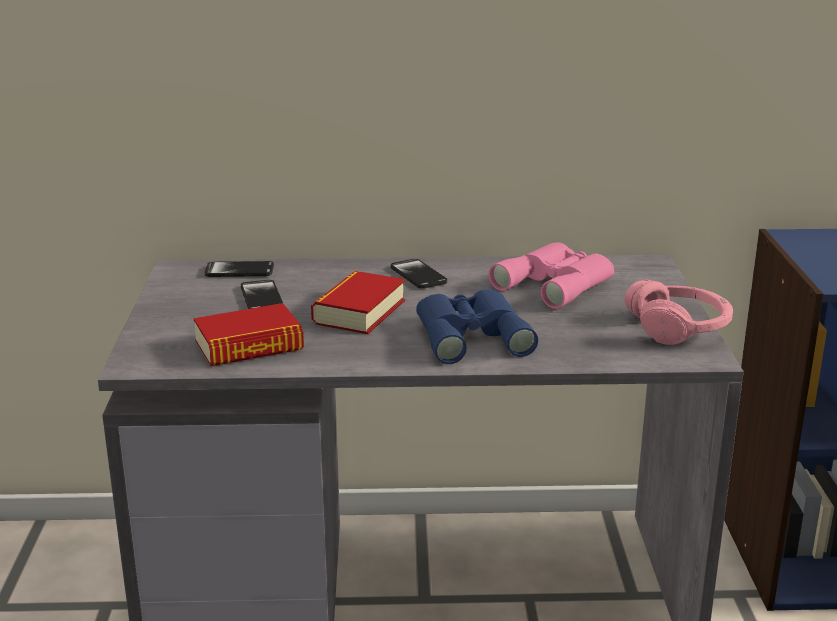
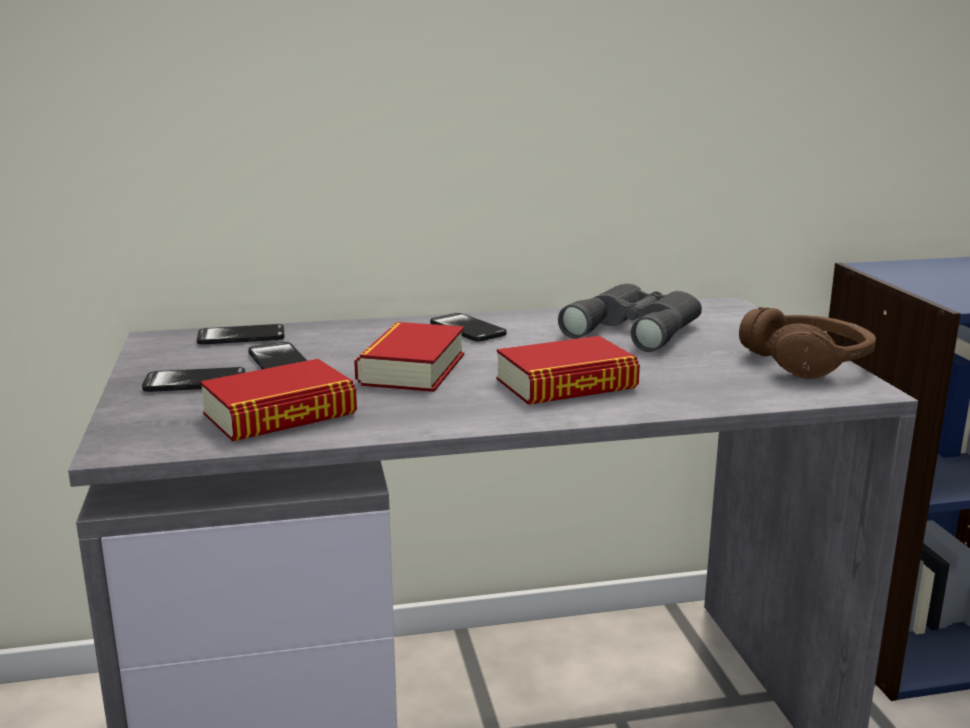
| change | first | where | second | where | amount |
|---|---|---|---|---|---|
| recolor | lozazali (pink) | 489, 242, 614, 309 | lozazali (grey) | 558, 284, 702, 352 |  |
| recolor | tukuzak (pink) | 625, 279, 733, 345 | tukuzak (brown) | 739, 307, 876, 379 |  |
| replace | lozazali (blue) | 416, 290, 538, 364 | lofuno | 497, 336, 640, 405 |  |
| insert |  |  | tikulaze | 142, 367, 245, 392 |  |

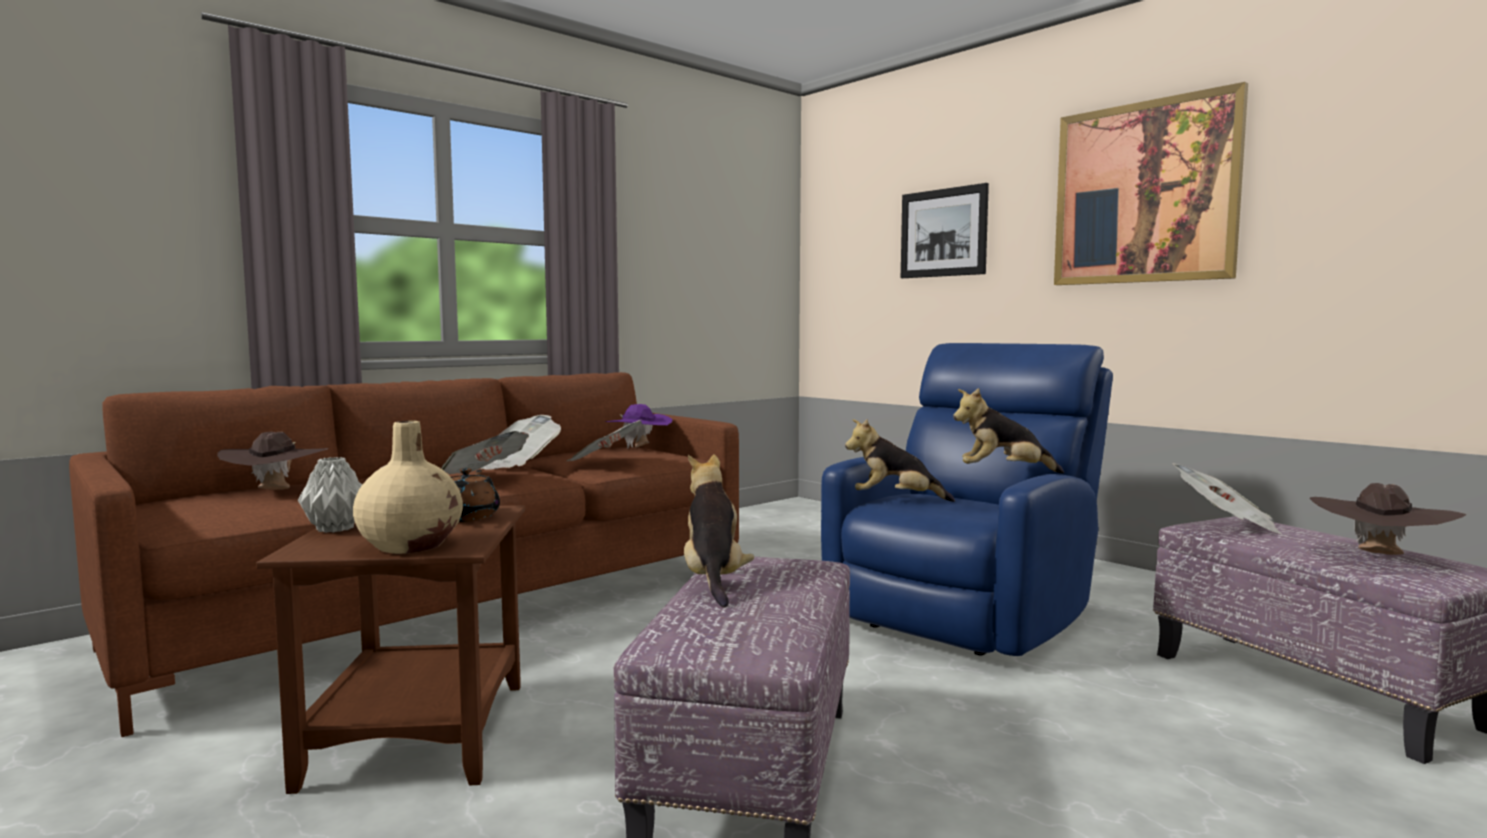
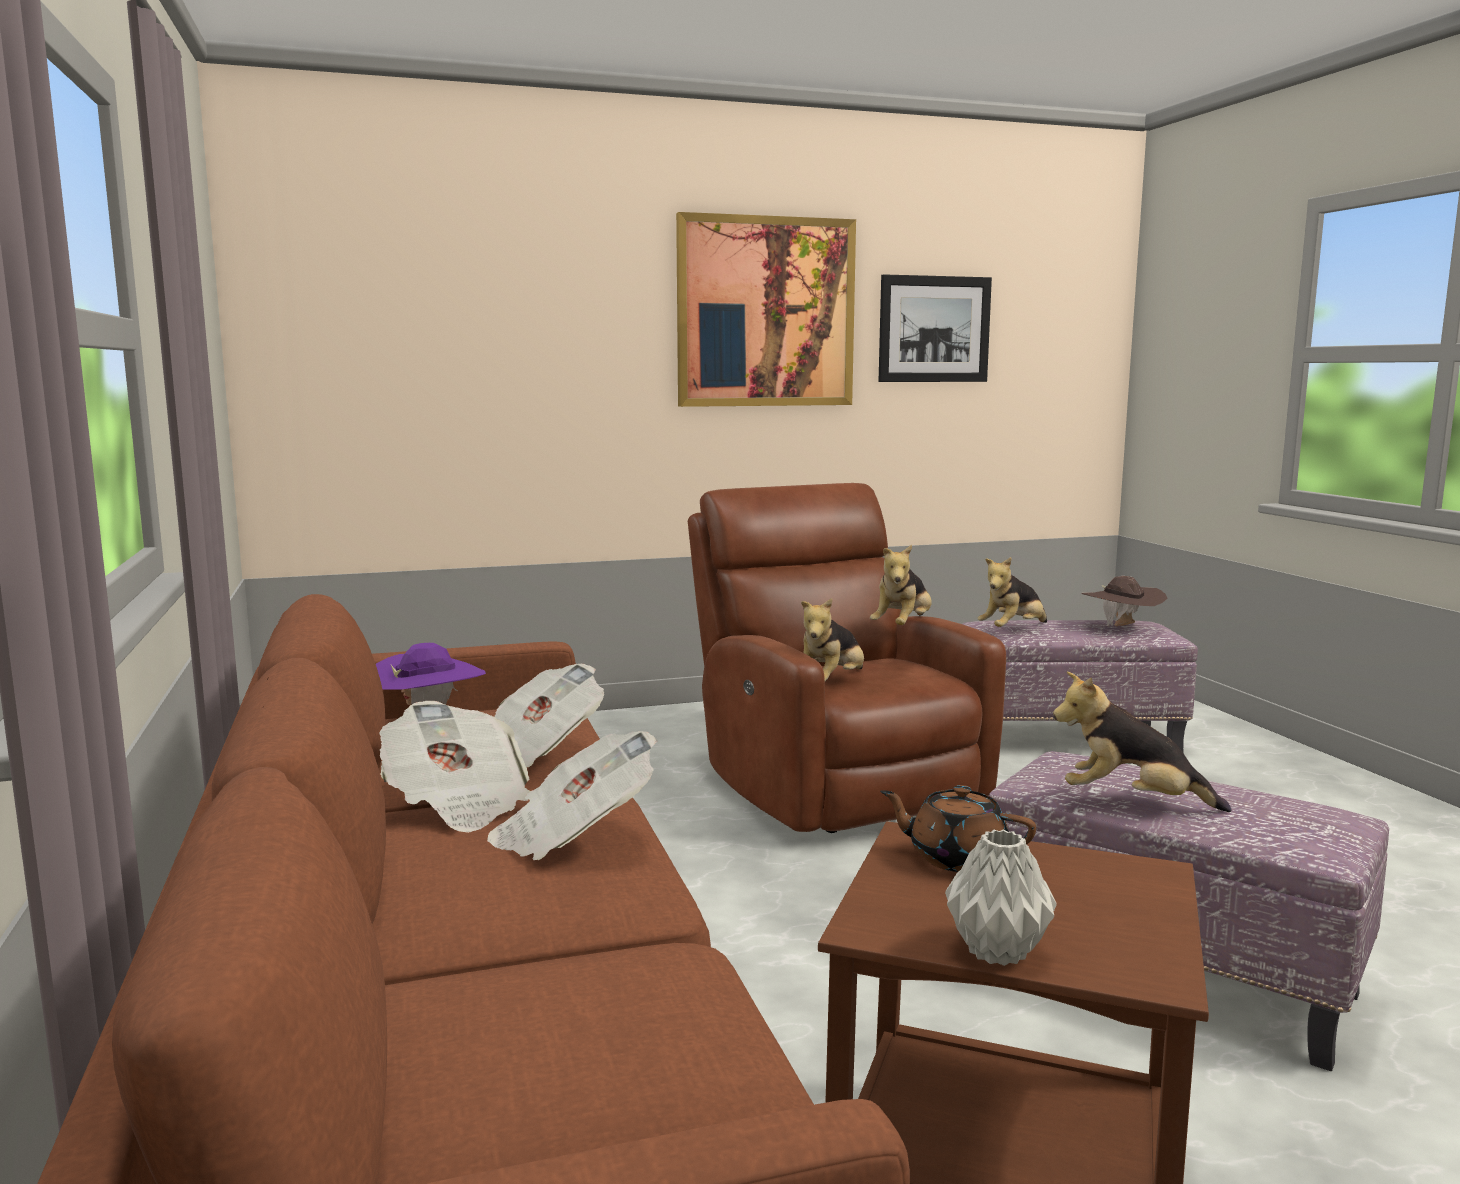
| change | first | where | second | where | amount |
|---|---|---|---|---|---|
| move | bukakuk | 901, 183, 989, 278 |  | 878, 274, 992, 382 |  |
| recolor | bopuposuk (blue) | 821, 343, 1113, 656 | bopuposuk (brown) | 688, 483, 1006, 833 |  |
| delete | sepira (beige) | 353, 420, 463, 554 |  |  |  |
| delete | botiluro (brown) | 217, 432, 329, 490 |  |  |  |
| replace | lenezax | 1172, 463, 1281, 534 | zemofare | 977, 557, 1047, 627 |  |

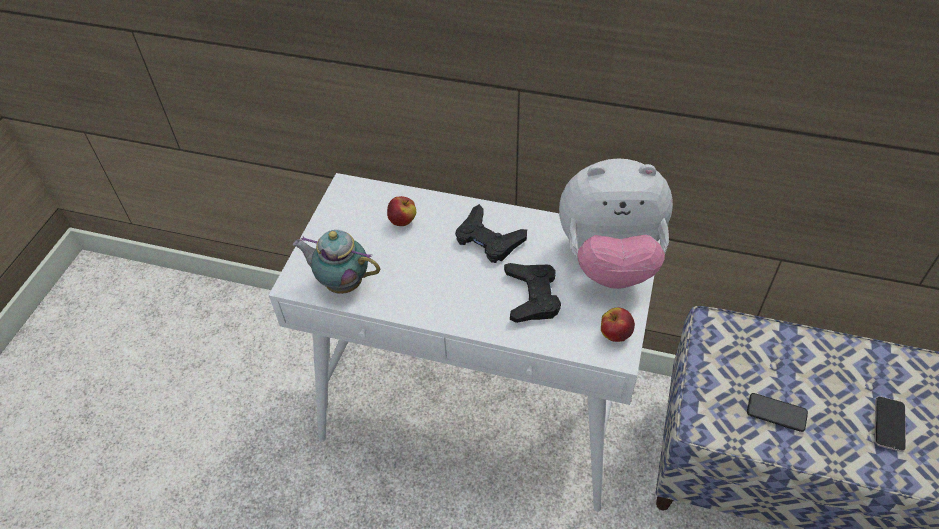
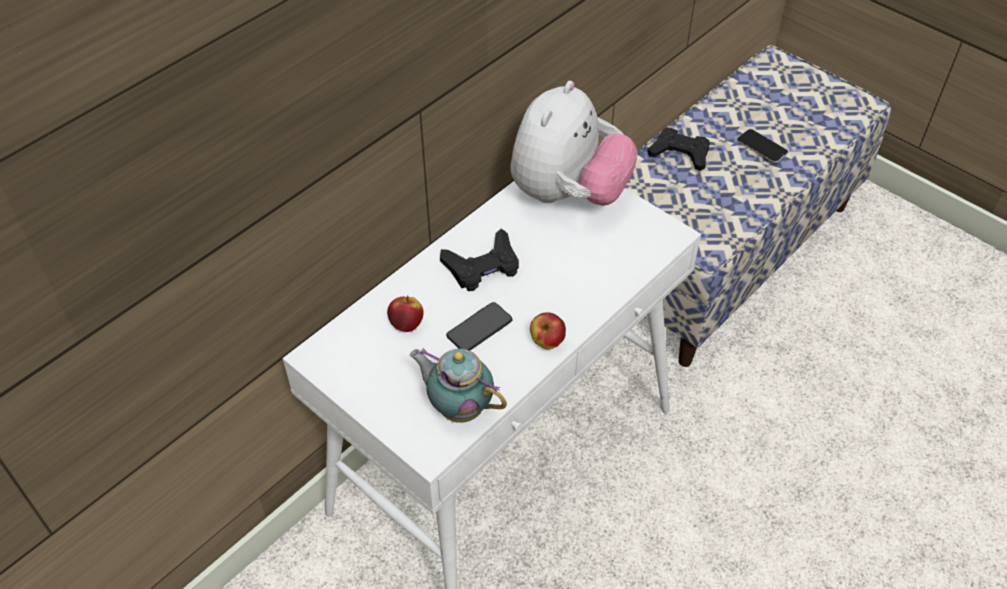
| change | first | where | second | where | amount |
|---|---|---|---|---|---|
| rotate | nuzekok | 293, 230, 380, 294 |  | 410, 348, 507, 423 | 75 degrees clockwise |
| move | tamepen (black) | 504, 263, 561, 323 |  | 648, 128, 710, 171 |  |
| move | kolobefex | 601, 307, 635, 342 |  | 530, 312, 566, 349 |  |
| move | tikulaze | 747, 393, 808, 432 |  | 446, 302, 512, 351 |  |

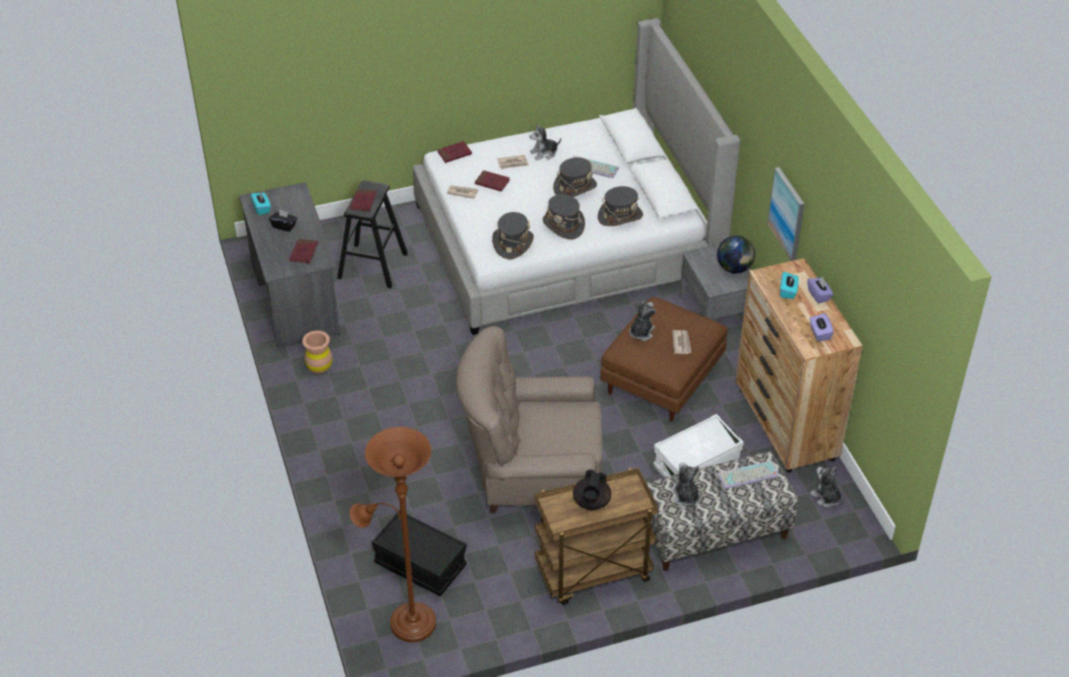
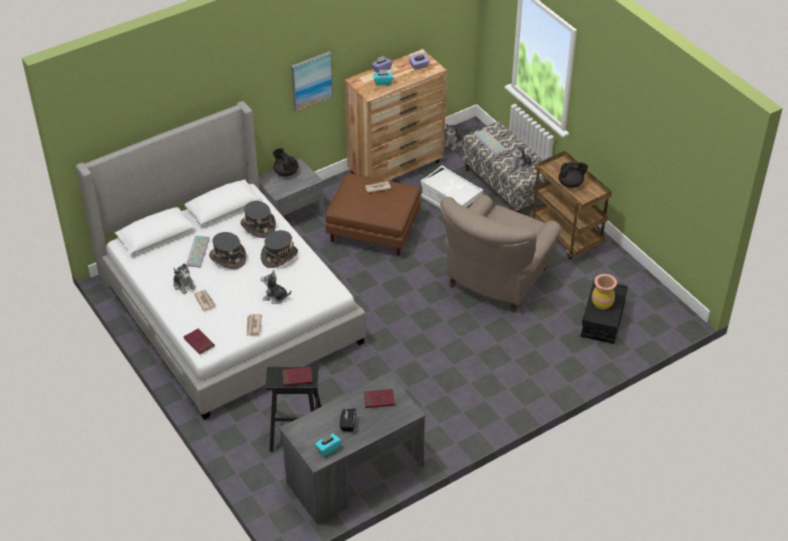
| change | first | where | second | where | amount |
|---|---|---|---|---|---|
| delete | lofuno (red) | 475, 170, 510, 192 |  |  |  |
| delete | botiluro (grey) | 492, 212, 534, 259 |  |  |  |
| replace | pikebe | 717, 236, 755, 273 | nuzekok (black) | 273, 148, 299, 177 |  |
| move | zemofare | 629, 302, 656, 341 |  | 261, 270, 291, 304 |  |
| rotate | bopuposuk (beige) | 456, 326, 602, 513 |  | 440, 195, 561, 313 | 45 degrees clockwise |
| move | sepira (brown) | 302, 331, 333, 374 |  | 592, 274, 617, 310 |  |
| delete | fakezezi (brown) | 349, 427, 436, 642 |  |  |  |

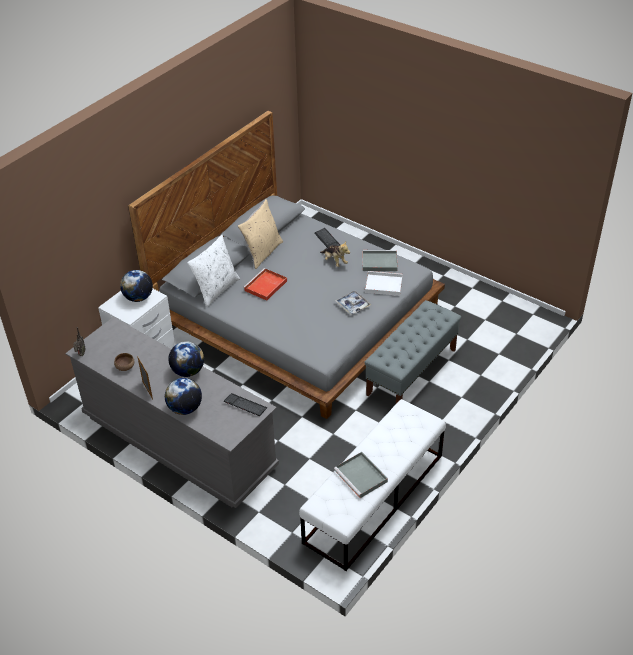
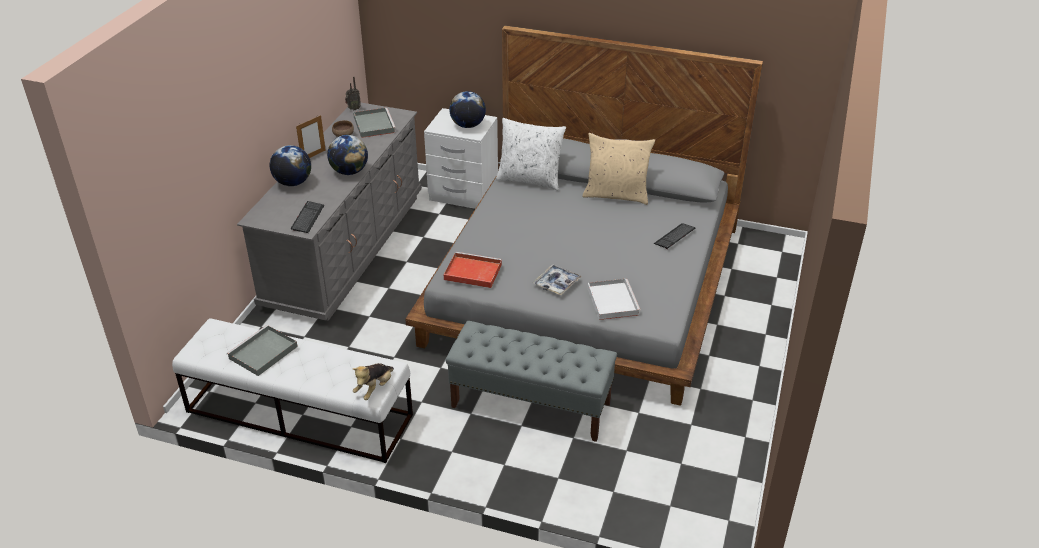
| change | first | where | second | where | amount |
|---|---|---|---|---|---|
| move | zemofare | 320, 242, 350, 267 |  | 353, 363, 394, 400 |  |
| move | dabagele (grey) | 363, 250, 398, 271 |  | 353, 108, 396, 138 |  |
| move | dabagele (red) | 243, 268, 287, 301 |  | 444, 252, 502, 288 |  |

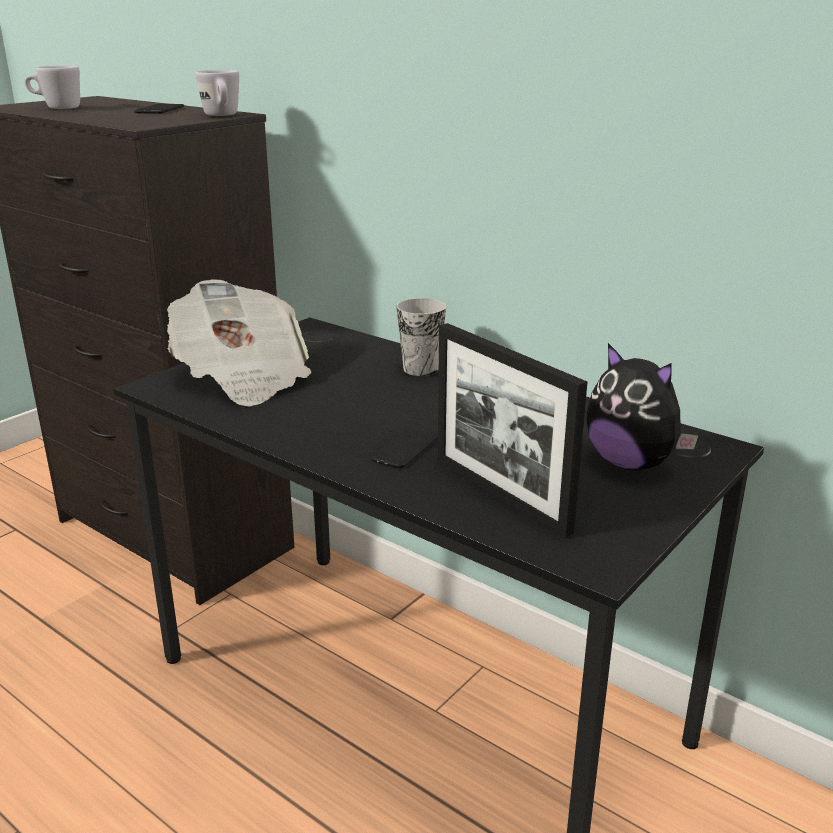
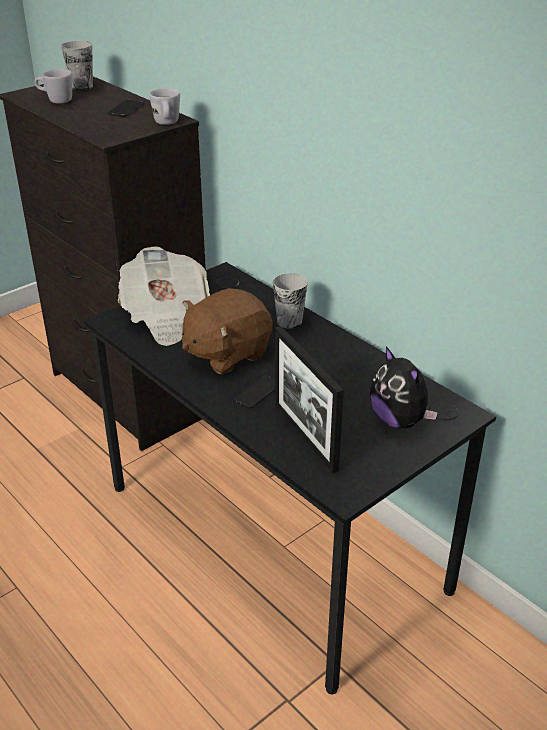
| change | first | where | second | where | amount |
|---|---|---|---|---|---|
| insert |  |  | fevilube | 61, 41, 93, 90 |  |
| insert |  |  | zemofare (brown) | 182, 288, 273, 374 |  |

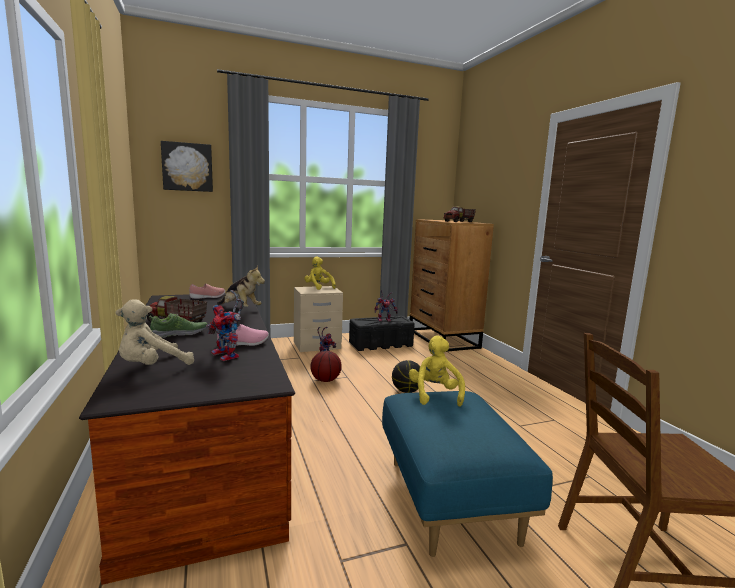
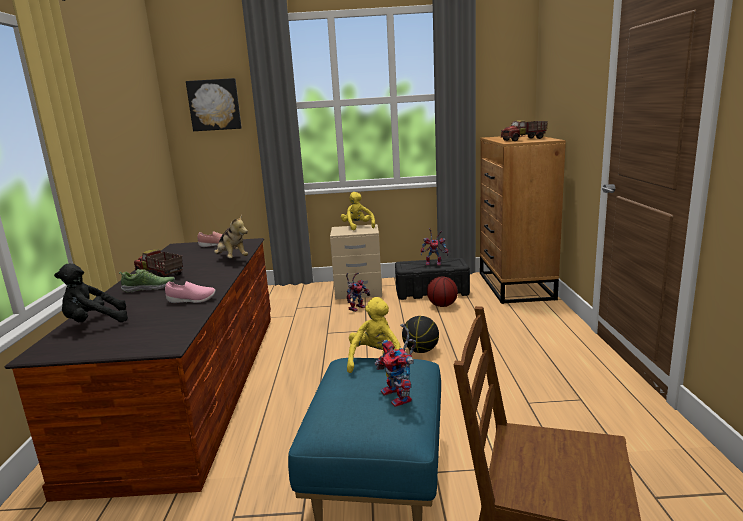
| change | first | where | second | where | amount |
|---|---|---|---|---|---|
| move | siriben | 206, 290, 244, 361 |  | 374, 324, 417, 407 |  |
| recolor | zemofare (beige) | 116, 299, 194, 365 | zemofare (black) | 54, 264, 128, 322 |  |
| move | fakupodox | 310, 351, 342, 382 |  | 427, 276, 458, 307 |  |

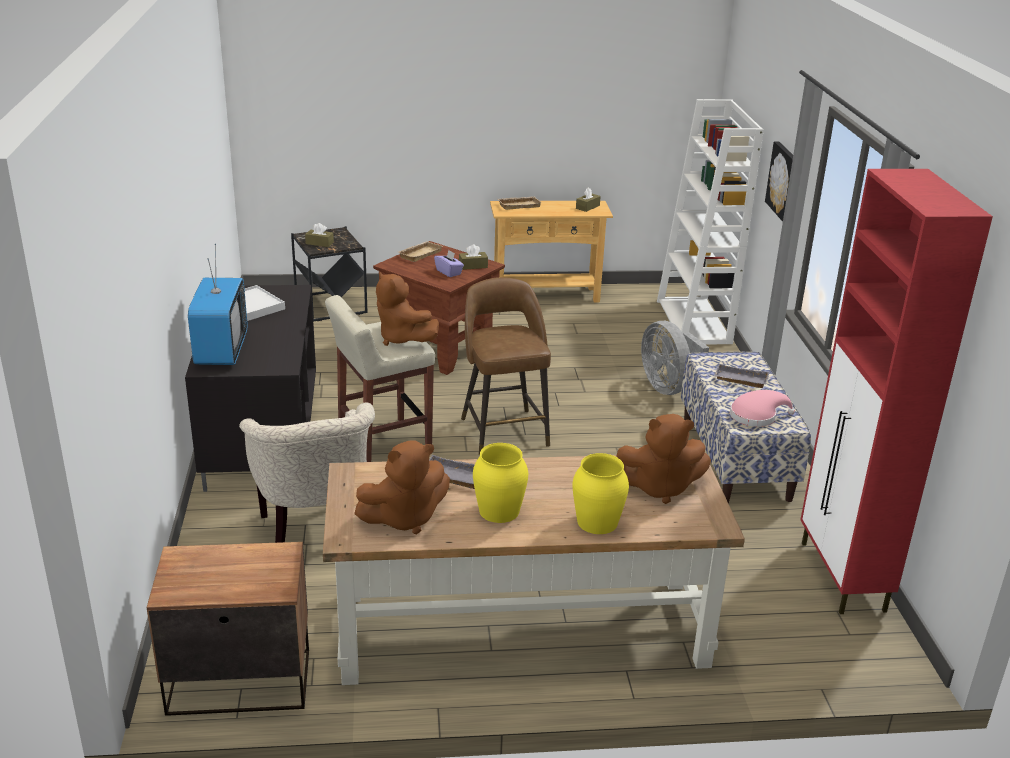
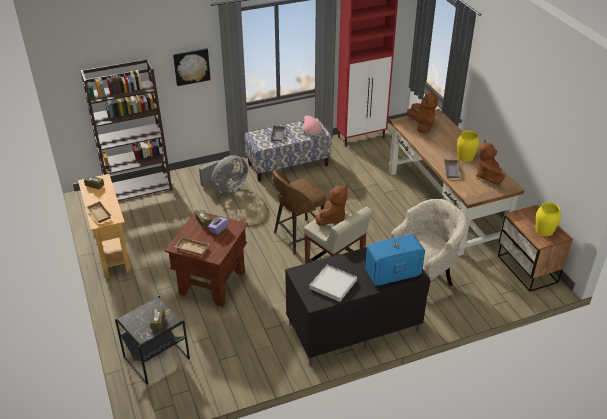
| change | first | where | second | where | amount |
|---|---|---|---|---|---|
| recolor | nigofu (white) | 657, 99, 764, 345 | nigofu (brown) | 81, 59, 172, 201 |  |
| rotate | zemofare (brown) | 354, 441, 450, 534 |  | 476, 140, 505, 184 | 135 degrees counterclockwise |
| move | sepira (yellow) | 573, 453, 629, 534 |  | 536, 202, 561, 236 |  |

